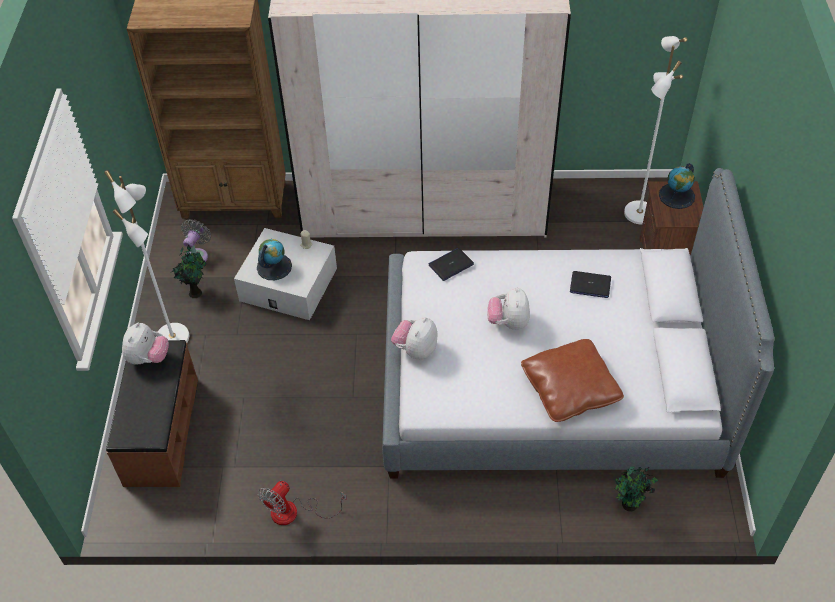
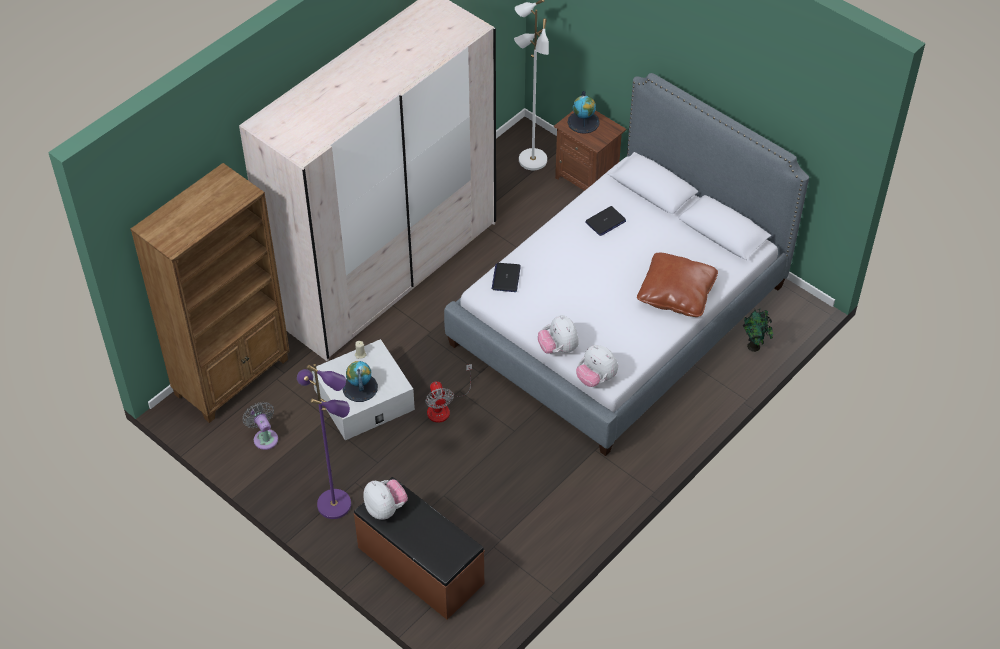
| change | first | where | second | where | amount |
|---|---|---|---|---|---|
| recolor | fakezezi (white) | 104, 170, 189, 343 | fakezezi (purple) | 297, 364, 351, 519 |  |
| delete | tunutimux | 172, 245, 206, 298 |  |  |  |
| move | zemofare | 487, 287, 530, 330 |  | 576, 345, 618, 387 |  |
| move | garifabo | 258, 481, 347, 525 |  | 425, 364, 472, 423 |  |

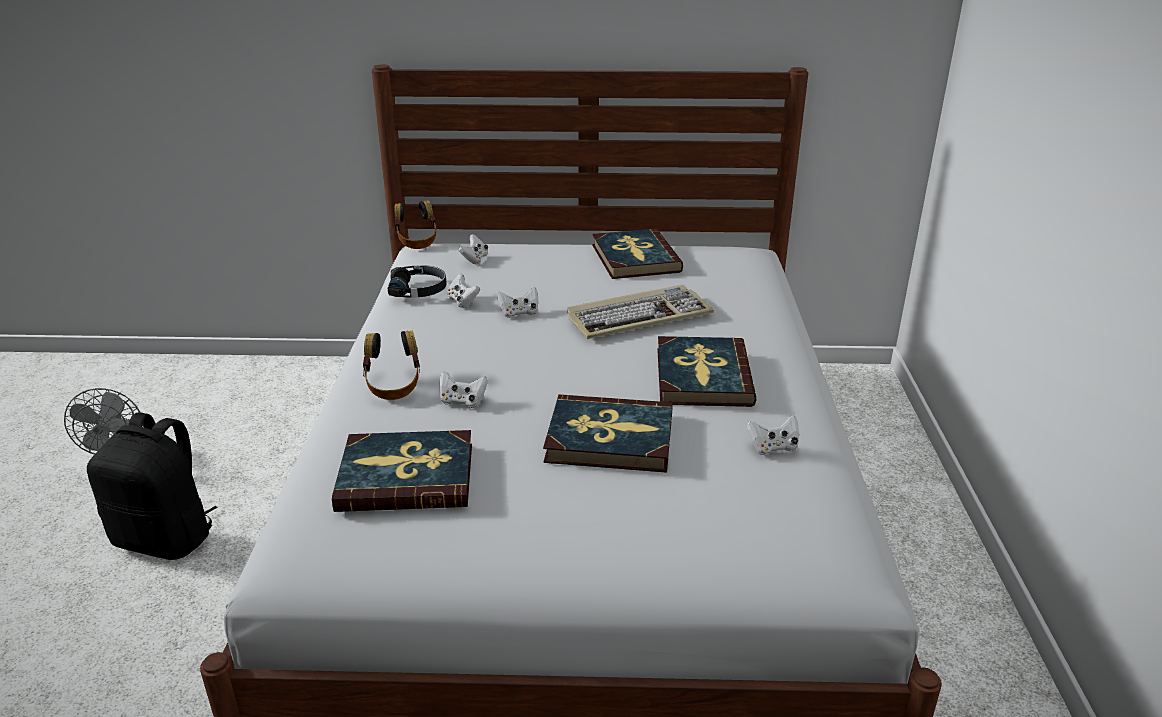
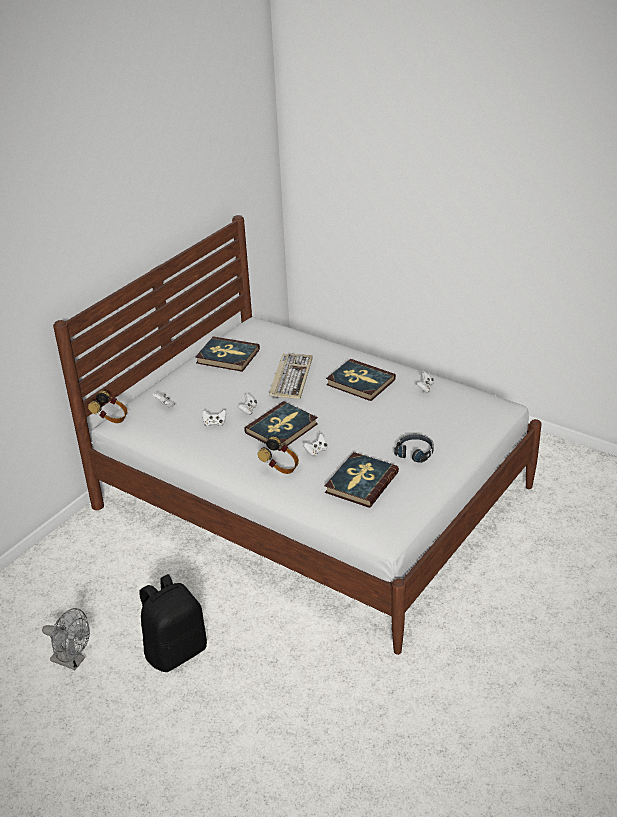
| change | first | where | second | where | amount |
|---|---|---|---|---|---|
| move | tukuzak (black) | 387, 265, 447, 298 |  | 394, 434, 434, 463 |  |
| move | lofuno | 543, 394, 673, 473 |  | 244, 401, 318, 451 |  |

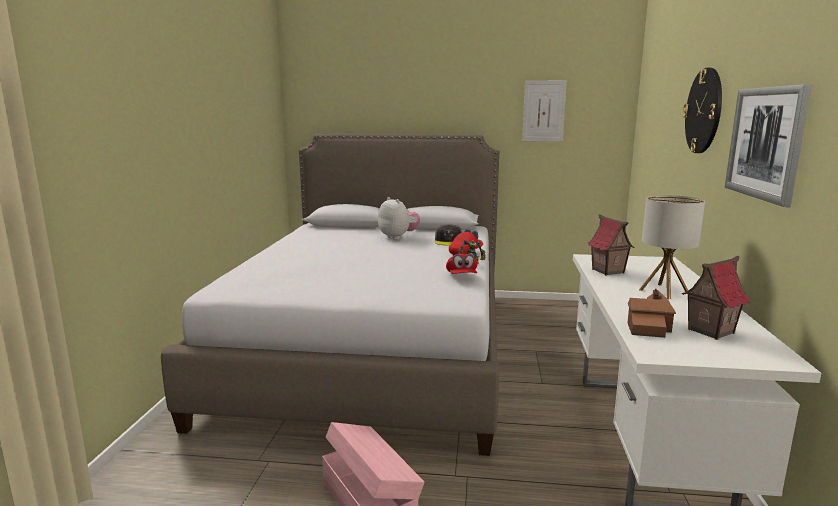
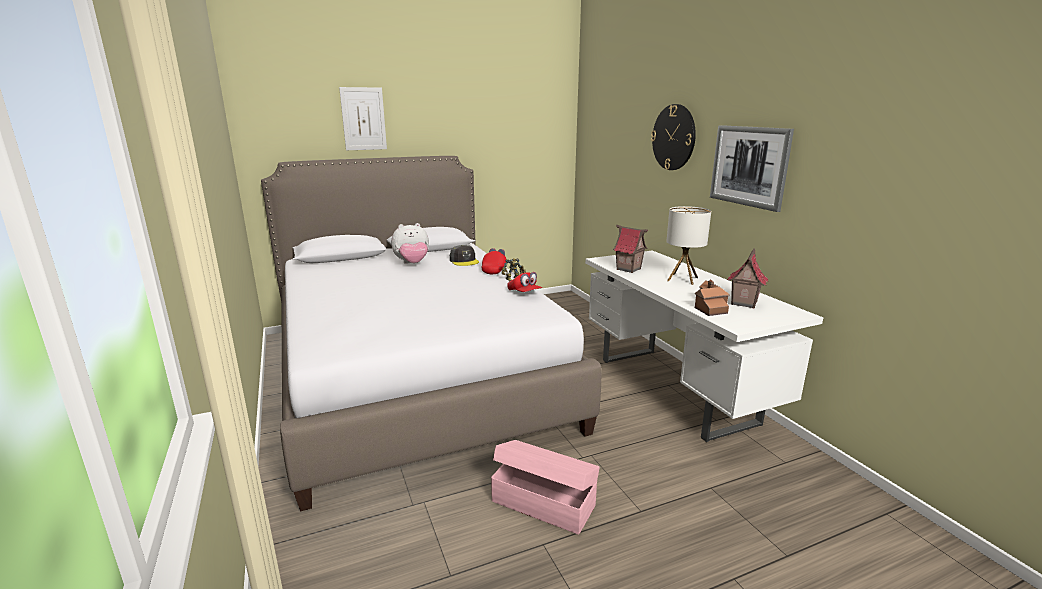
| change | first | where | second | where | amount |
|---|---|---|---|---|---|
| move | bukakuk | 522, 80, 567, 141 |  | 339, 87, 387, 150 |  |
| rotate | zemofare | 378, 197, 420, 240 |  | 391, 223, 429, 264 | 135 degrees clockwise |

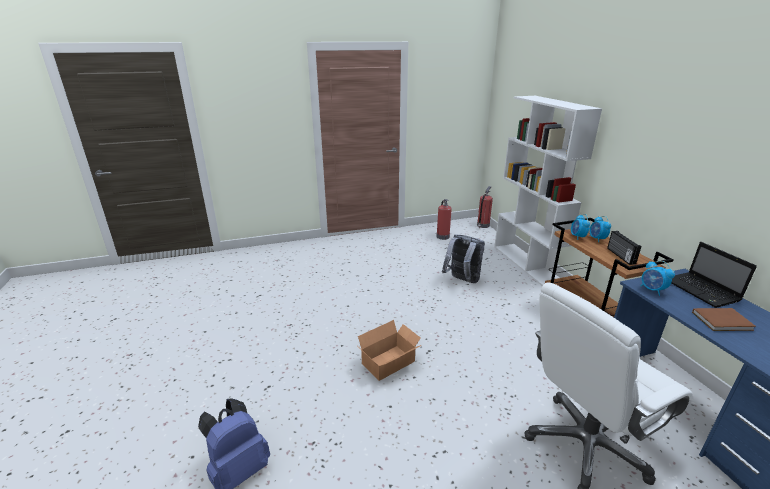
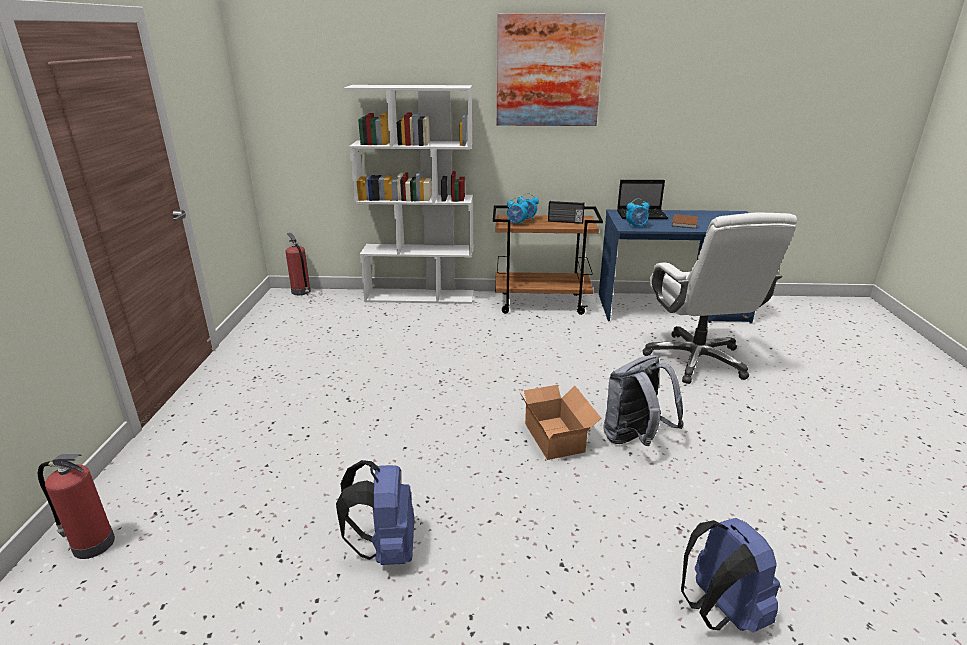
| change | first | where | second | where | amount |
|---|---|---|---|---|---|
| move | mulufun | 436, 199, 452, 240 |  | 38, 454, 115, 559 |  |
| move | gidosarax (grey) | 442, 234, 485, 283 |  | 603, 355, 684, 446 |  |
| insert |  |  | bukakuk | 497, 13, 606, 126 |  |
| insert |  |  | gidosarax (blue) | 336, 460, 414, 565 |  |

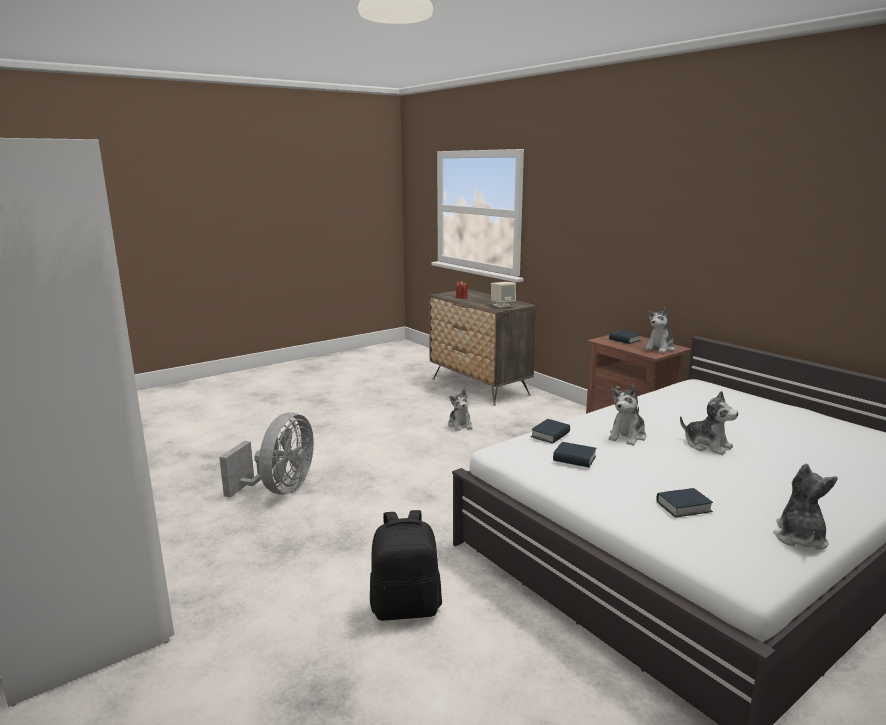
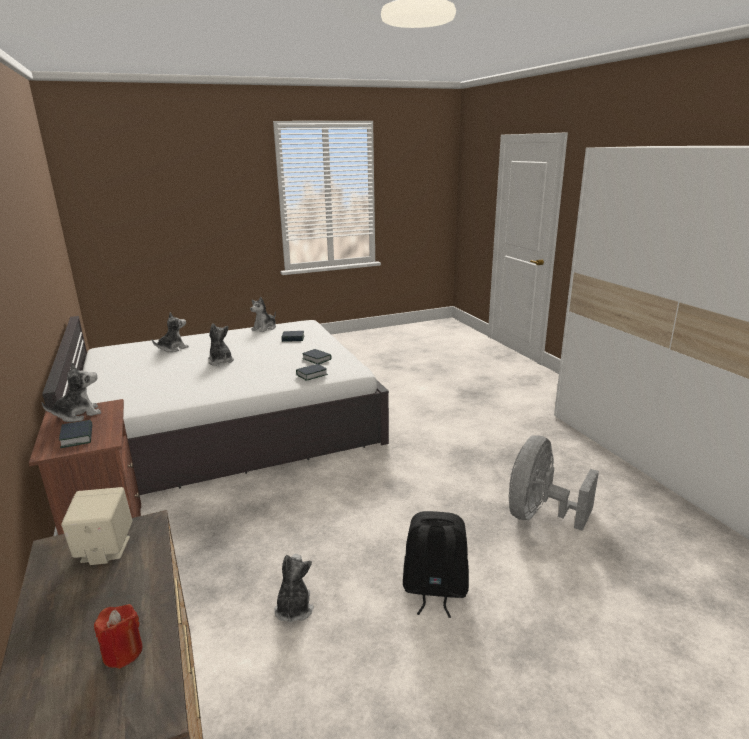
| change | first | where | second | where | amount |
|---|---|---|---|---|---|
| move | zemofare | 608, 385, 646, 446 |  | 152, 312, 189, 352 |  |
| move | gidosarax (black) | 370, 510, 442, 621 |  | 403, 511, 469, 618 |  |

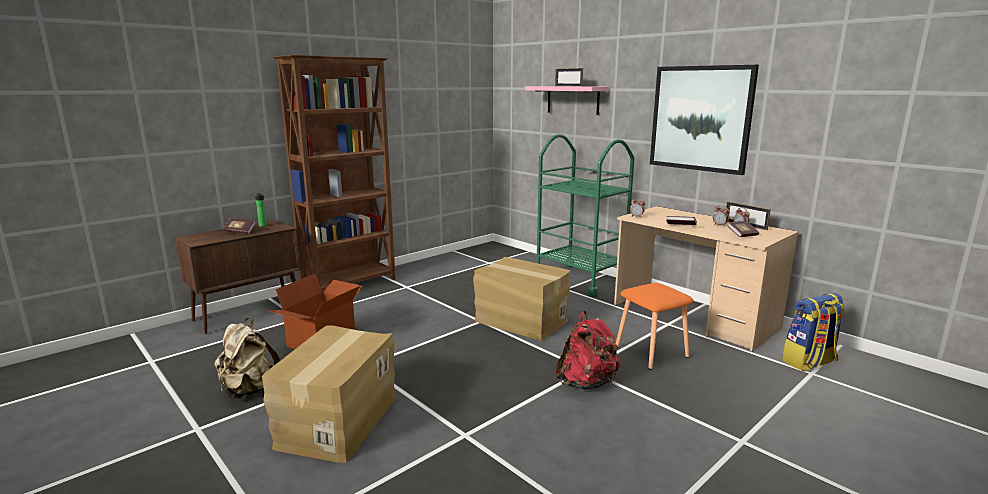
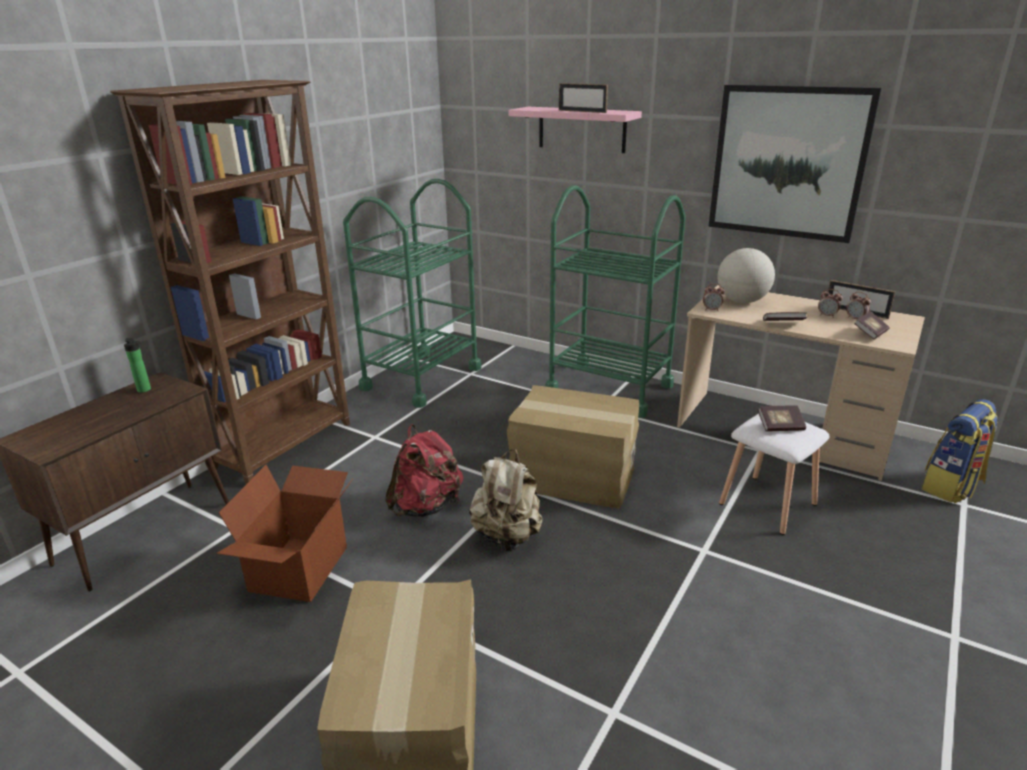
| change | first | where | second | where | amount |
|---|---|---|---|---|---|
| move | lofuno | 223, 218, 256, 234 |  | 758, 405, 806, 432 |  |
| recolor | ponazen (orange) | 616, 283, 694, 370 | ponazen (white) | 719, 414, 830, 535 |  |
| move | gidosarax (red) | 555, 311, 621, 390 |  | 385, 424, 464, 517 |  |
| move | gidosarax (beige) | 214, 318, 281, 400 |  | 469, 449, 543, 551 |  |
| insert |  |  | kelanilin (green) | 343, 179, 481, 408 |  |
| insert |  |  | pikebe | 717, 248, 775, 303 |  |

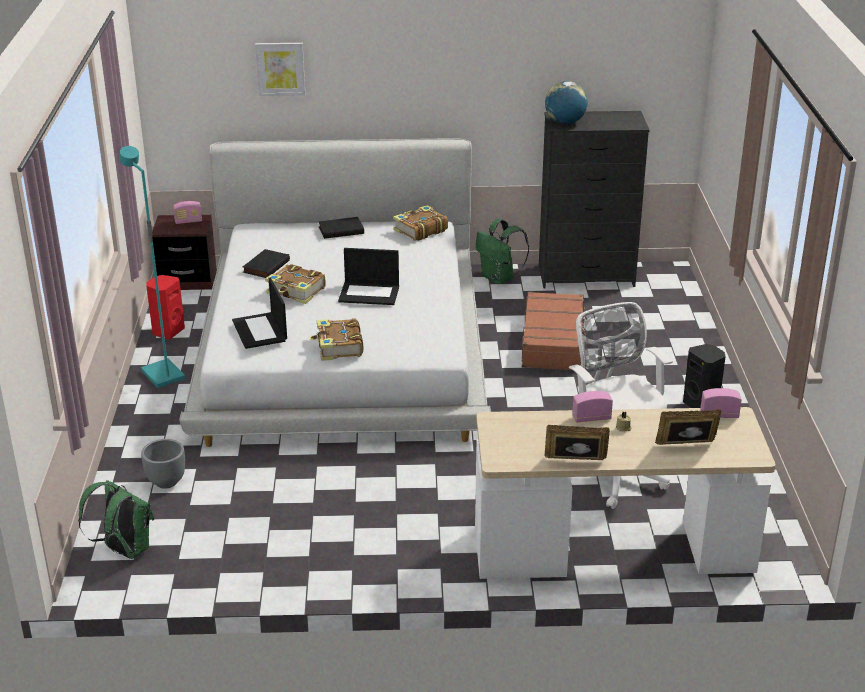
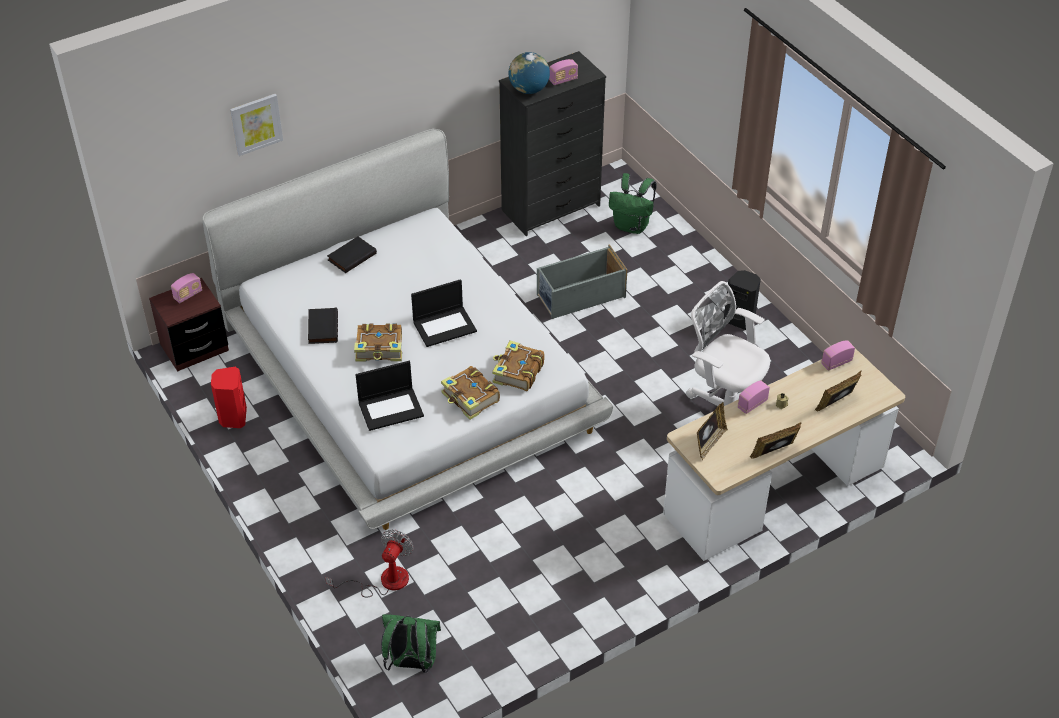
| change | first | where | second | where | amount |
|---|---|---|---|---|---|
| delete | fakezezi (turquoise) | 120, 146, 185, 388 |  |  |  |
| move | lofuno | 393, 205, 448, 241 |  | 492, 341, 545, 391 |  |
| move | gidosarax (green) | 476, 219, 529, 284 |  | 609, 173, 657, 234 |  |
| rotate | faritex | 232, 278, 287, 349 |  | 355, 361, 424, 431 | 60 degrees counterclockwise |
| replace | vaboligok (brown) | 522, 292, 585, 370 | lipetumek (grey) | 537, 244, 627, 319 |  |
| replace | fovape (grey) | 141, 439, 185, 489 | garifabo | 325, 529, 414, 598 |  |
| insert |  |  | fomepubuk | 549, 59, 578, 85 |  |
| insert |  |  | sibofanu | 697, 402, 728, 460 |  |

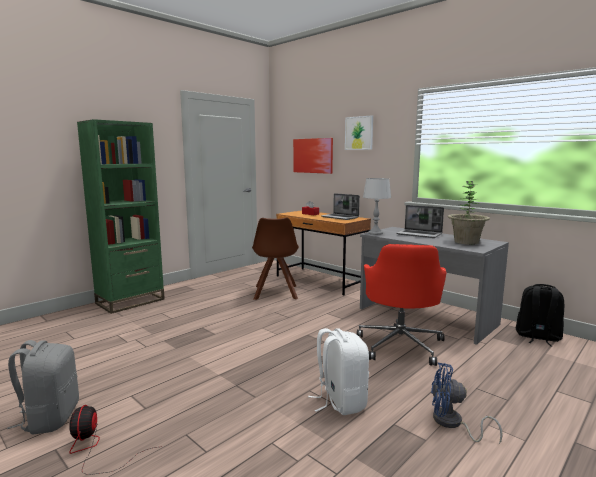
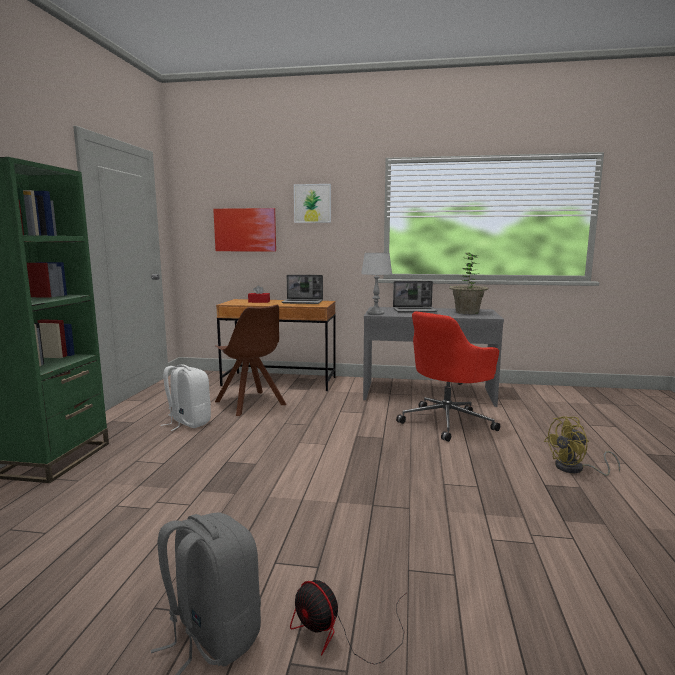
| change | first | where | second | where | amount |
|---|---|---|---|---|---|
| rotate | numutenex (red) | 357, 244, 447, 366 |  | 396, 312, 500, 442 | 75 degrees clockwise |
| delete | gidosarax (black) | 516, 284, 564, 347 |  |  |  |
| move | gidosarax (white) | 308, 328, 369, 415 |  | 161, 364, 211, 431 |  |
| recolor | garifabo (blue) | 431, 363, 503, 444 | garifabo (yellow) | 544, 416, 620, 476 |  |

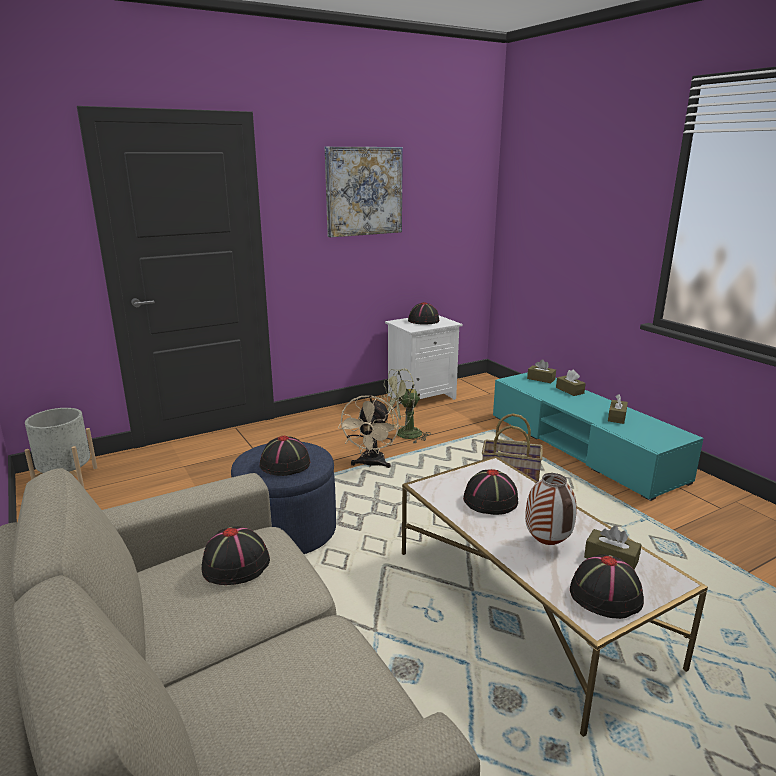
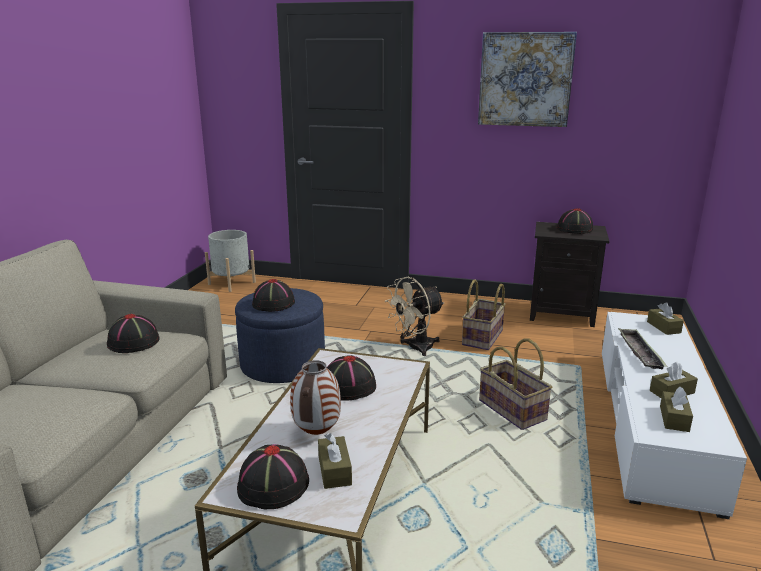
| change | first | where | second | where | amount |
|---|---|---|---|---|---|
| recolor | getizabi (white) | 385, 315, 463, 409 | getizabi (black) | 530, 222, 610, 327 |  |
| replace | garifabo (green) | 381, 368, 431, 443 | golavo | 462, 280, 506, 350 |  |
| move | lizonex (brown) | 556, 370, 586, 396 |  | 660, 386, 693, 432 |  |
| recolor | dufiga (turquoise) | 493, 372, 704, 501 | dufiga (white) | 602, 312, 747, 519 |  |
| insert |  |  | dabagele | 619, 328, 668, 369 |  |

